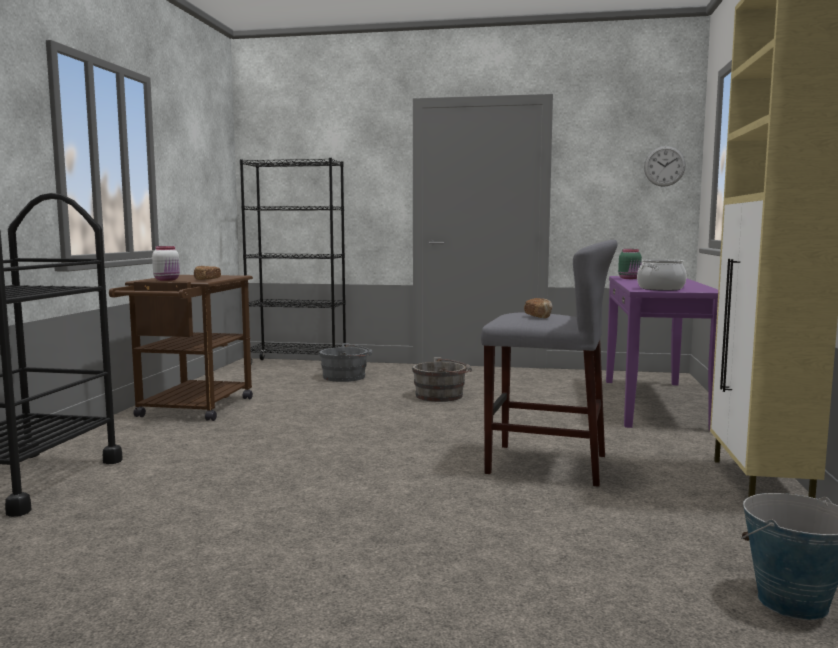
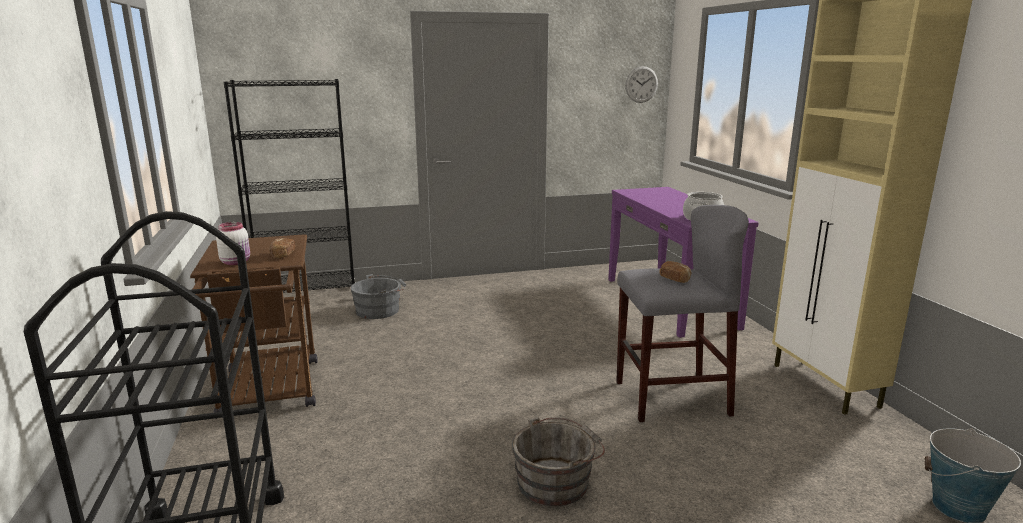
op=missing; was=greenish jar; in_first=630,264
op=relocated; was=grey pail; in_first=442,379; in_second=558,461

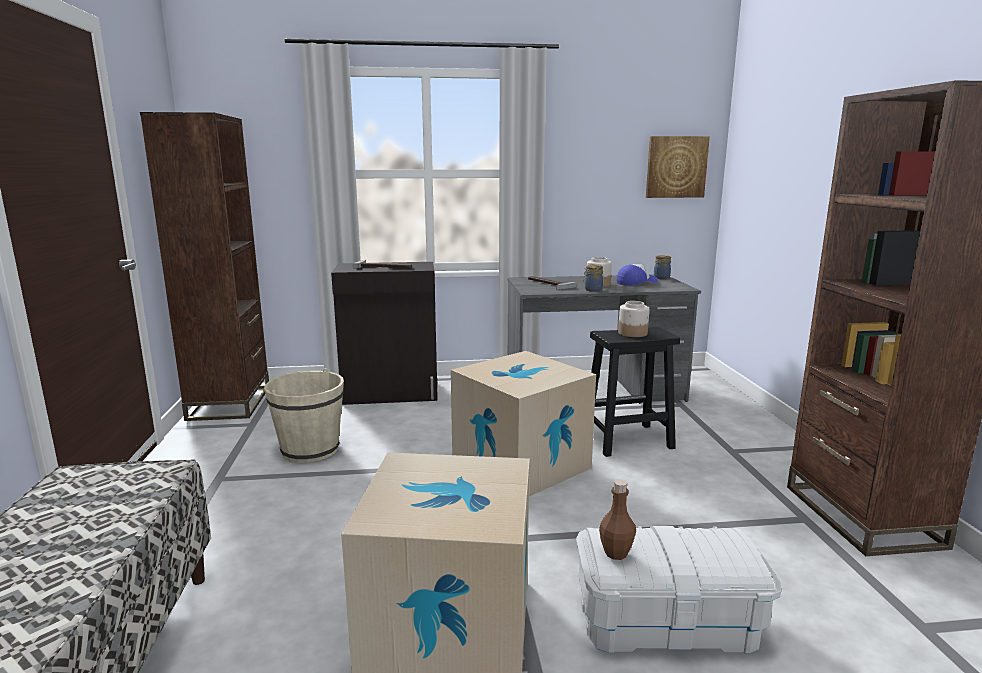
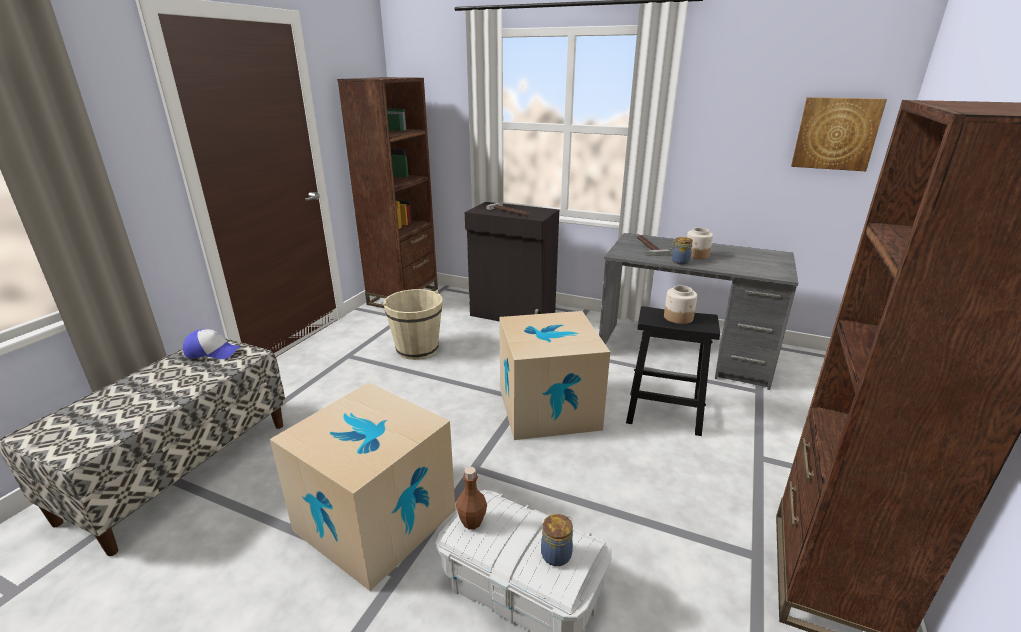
op=relocated; was=jar; in_first=662,267; in_second=557,540
op=relocated; was=baseball cap; in_first=637,274; in_second=212,344

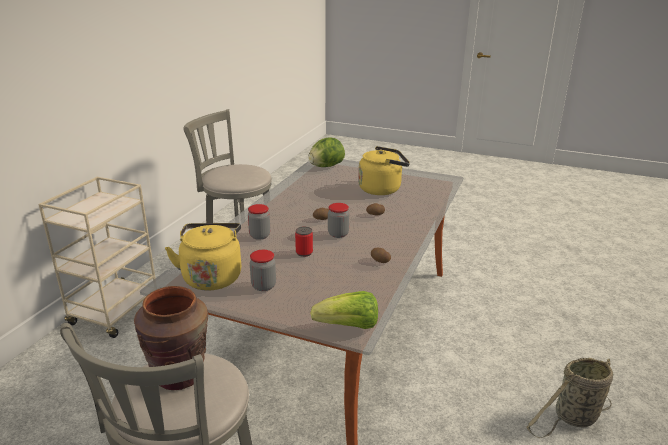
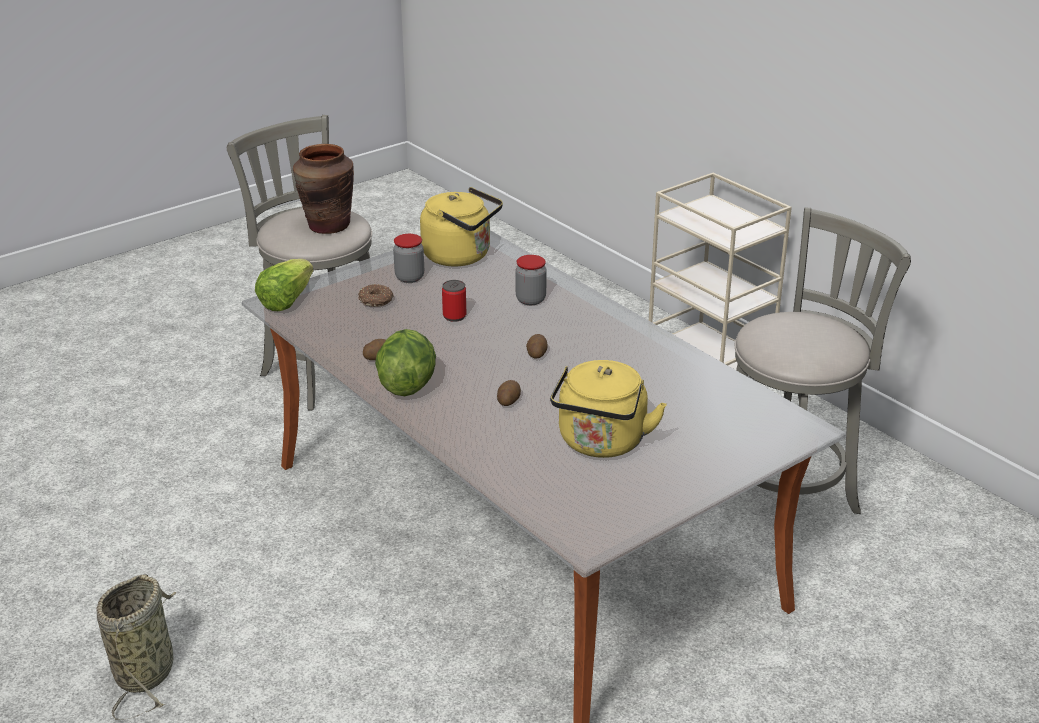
op=relocated; was=head of lettuce; in_first=326,152; in_second=405,362
op=missing; was=jar; in_first=338,220
op=appeared; now=ring doughnut; in_second=376,295

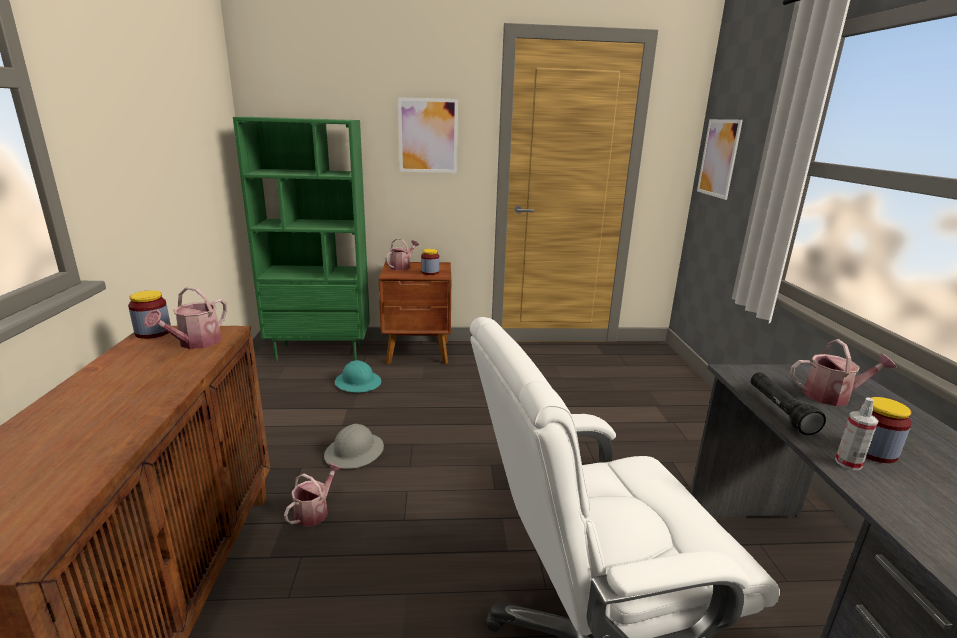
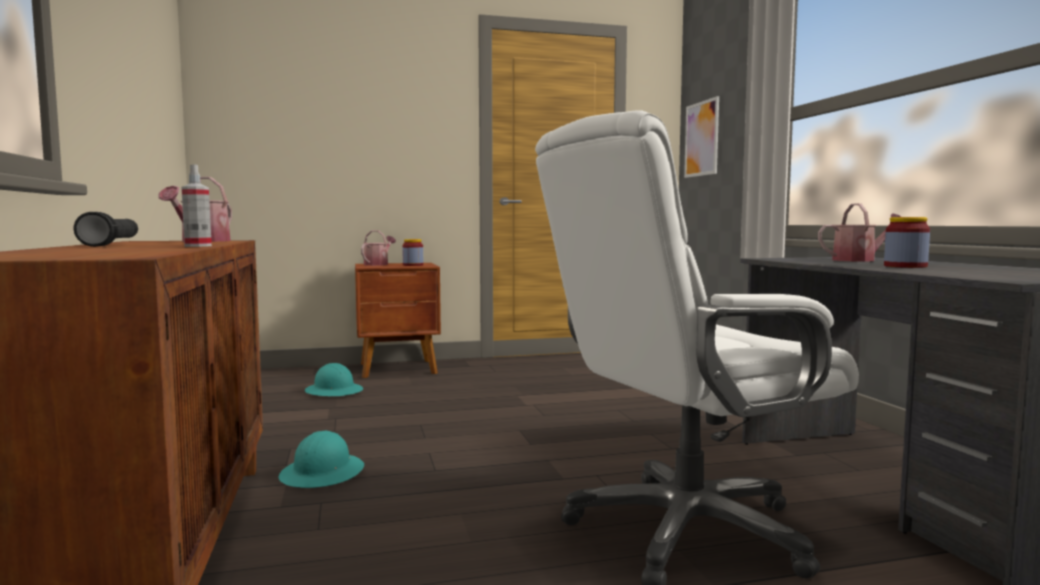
op=missing; was=picture; in_first=428,135
op=missing; was=greenish bookshelf; in_first=301,239
op=missing; was=jar; in_first=149,314
op=relocated; was=black-coloured flashlight; in_first=788,403; in_second=106,229
op=relocated; was=sprayer; in_first=857,433; in_second=196,206
op=missing; was=grey work helmet; in_first=354,446
op=exchanged; was=watering can; now=blue-green work helmet; in_first=312,495; in_second=321,459

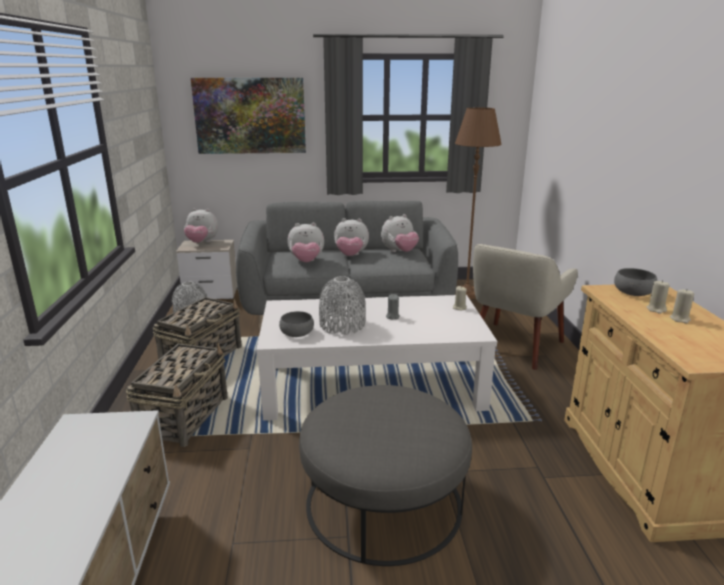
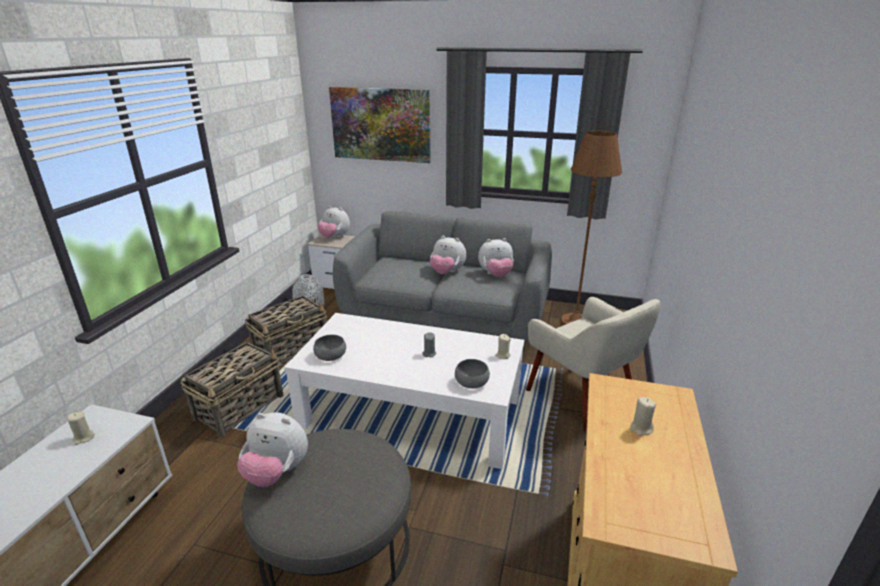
op=relocated; was=cuddly toy; in_first=305,243; in_second=272,449
op=spun; was=beige-coloured easy chair; in_first=525,307; in_second=593,364; clockwise=-90
op=relocated; was=grey bowl; in_first=635,282; in_second=472,373
op=missing; was=grey flower vase; in_first=342,305
op=relocated; was=beige-coloured wax light; in_first=682,306; in_second=81,428

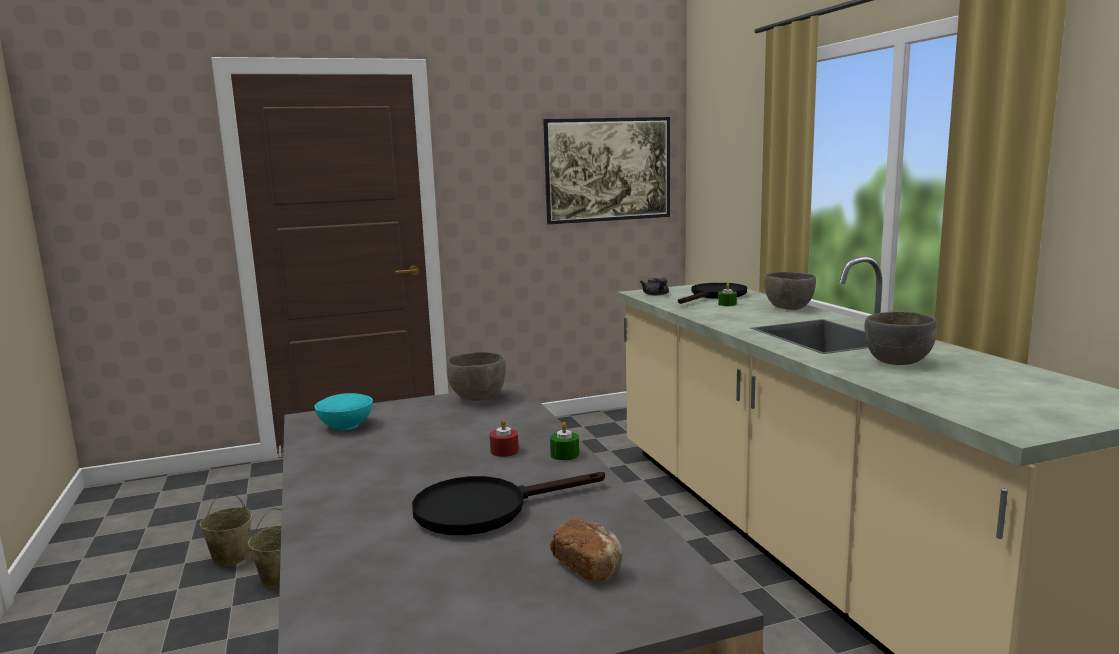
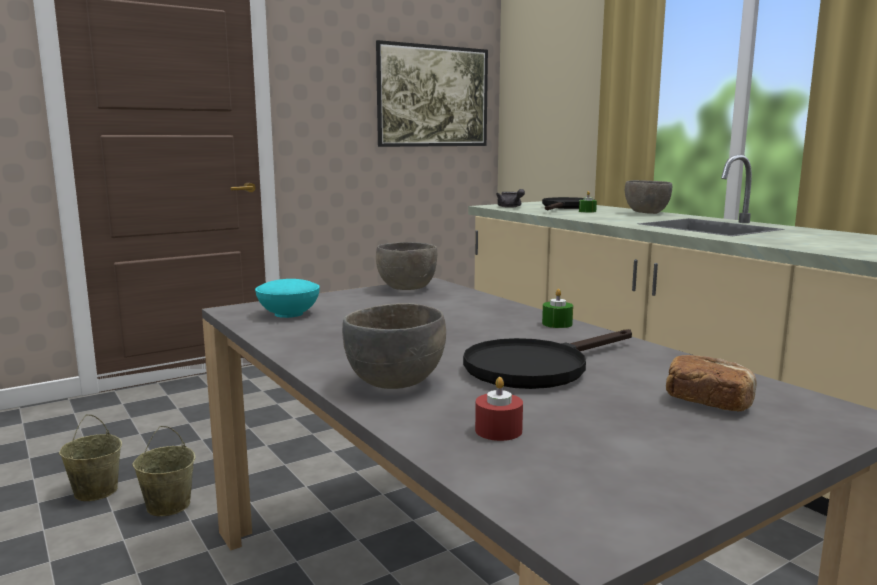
op=relocated; was=grey bowl; in_first=901,338; in_second=394,346
op=relocated; was=red wax light; in_first=504,438; in_second=499,409

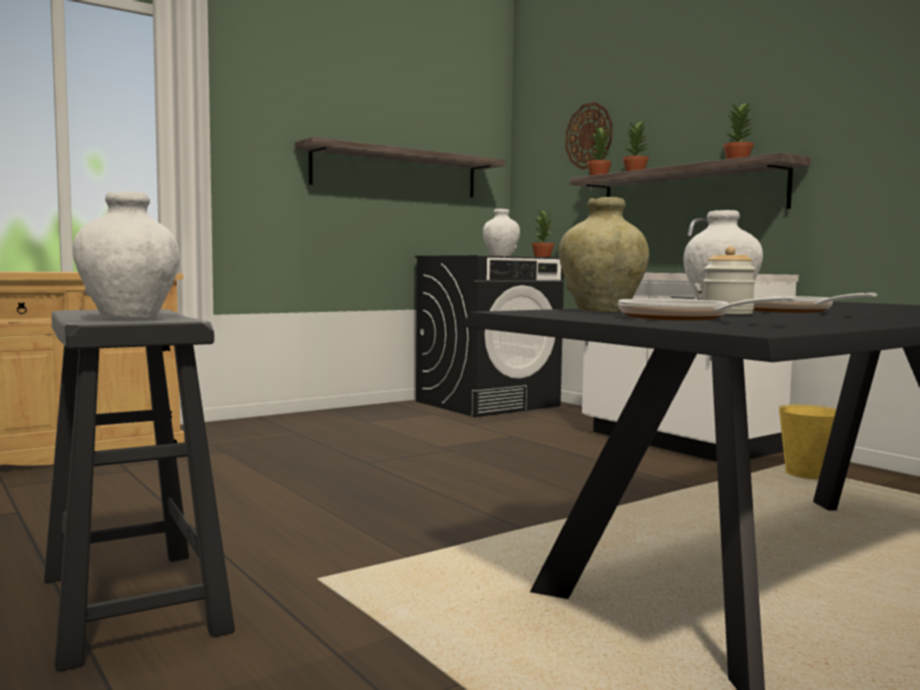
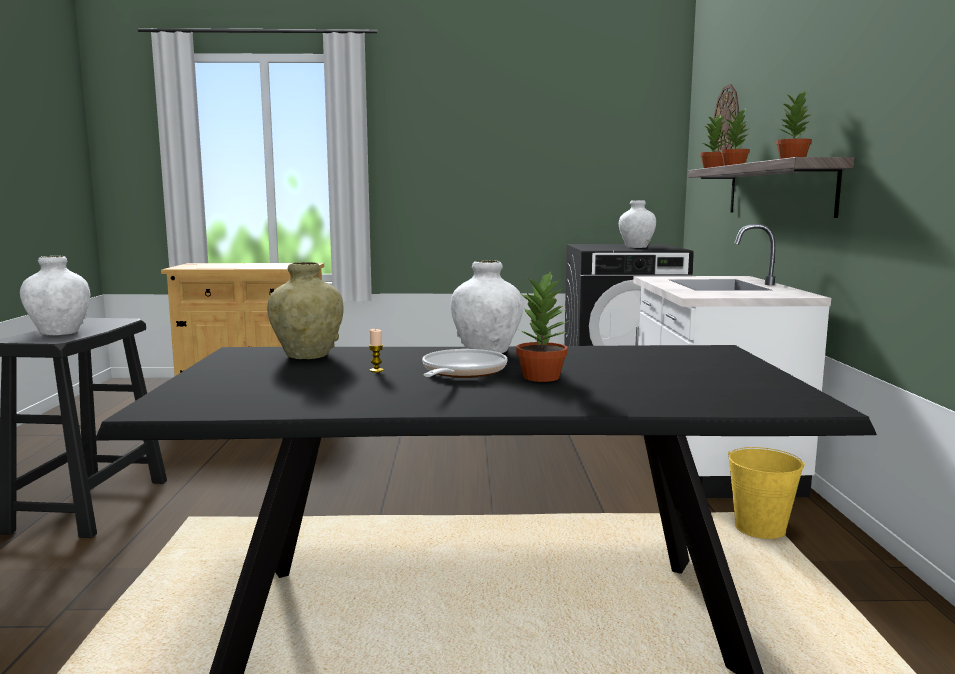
op=missing; was=bracket shelf; in_first=400,167
op=relocated; was=potted plant; in_first=543,234; in_second=542,326
op=exchanged; was=jar; now=wax light; in_first=729,280; in_second=376,350
op=missing; was=skillet; in_first=708,308

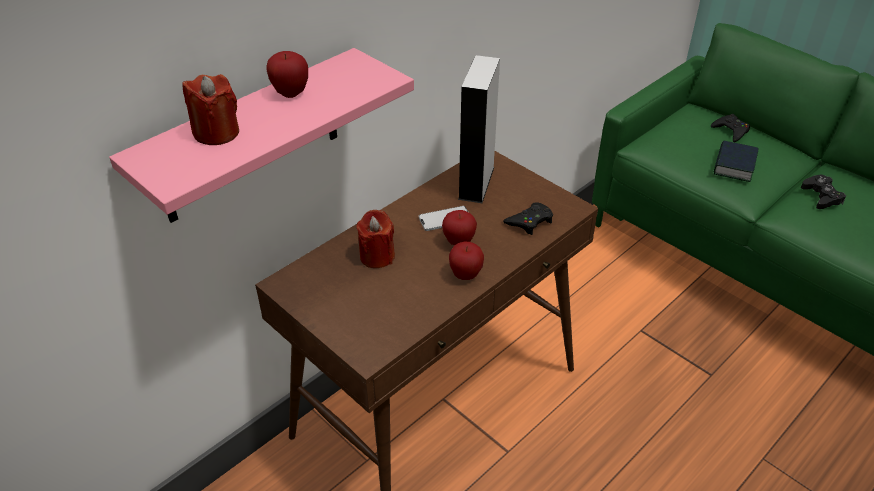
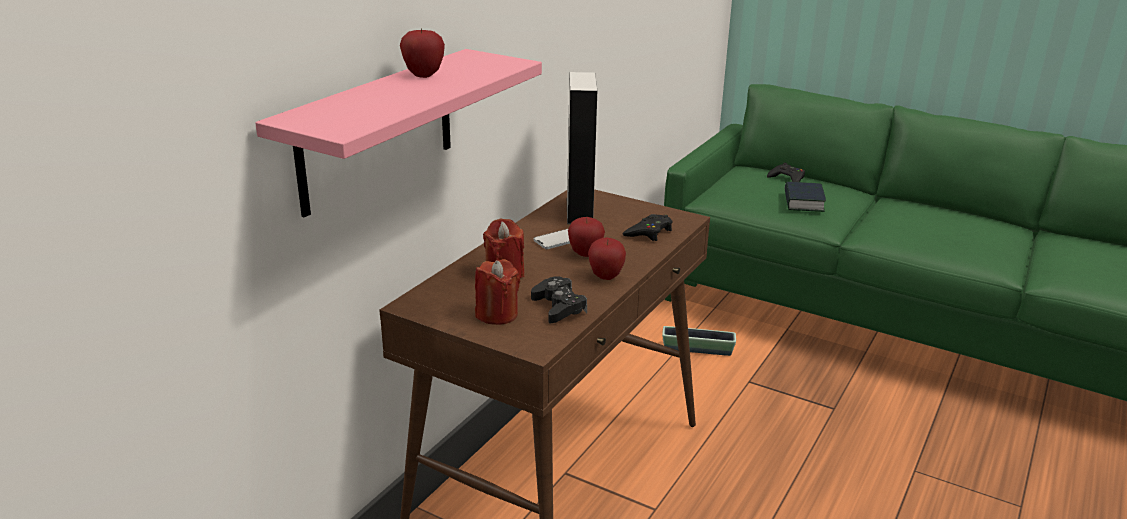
op=relocated; was=red wax light; in_first=210,109; in_second=497,292
op=relocated; was=black-coloured joypad; in_first=823,192; in_second=559,299
op=appeared; now=flower pot; in_second=699,341

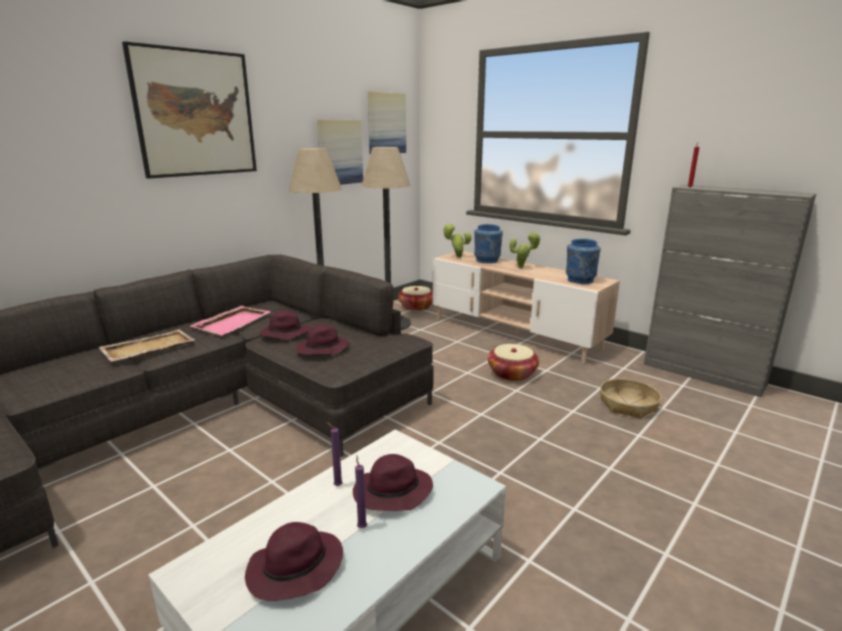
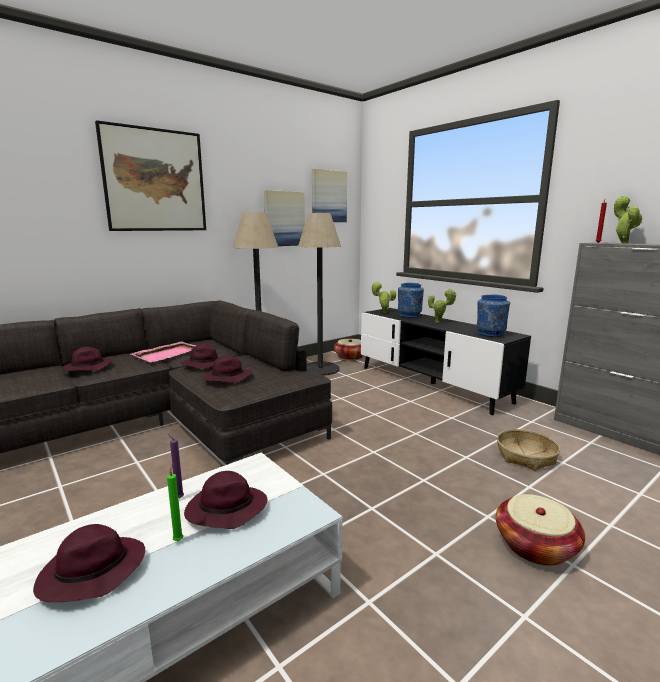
op=colour; was=beige-coloured tv unit; now=black-coloured tv unit; in_first=526,307; in_second=446,361
op=exchanged; was=beige-coloured tray; now=purple clothing hat; in_first=147,345; in_second=87,359
op=relocated; was=storage basket; in_first=513,362; in_second=540,530
op=colour; was=purple wax light; now=greenish wax light; in_first=361,491; in_second=175,502
op=appeared; now=potted plant; in_second=628,219

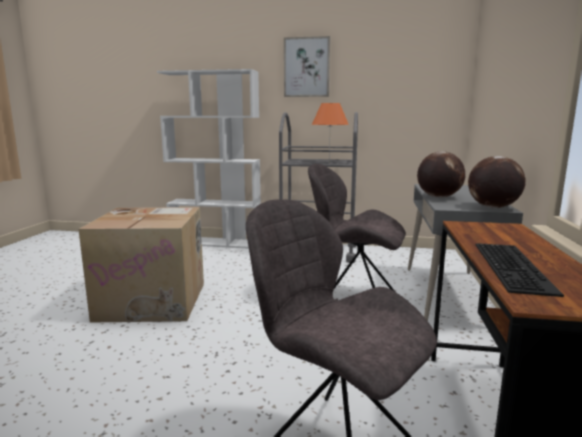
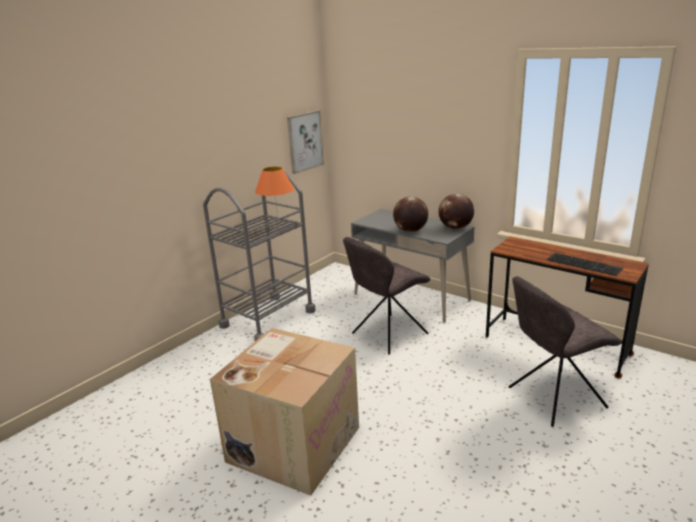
op=relocated; was=picture; in_first=307,66; in_second=305,142
op=missing; was=white bookshelf; in_first=209,158

